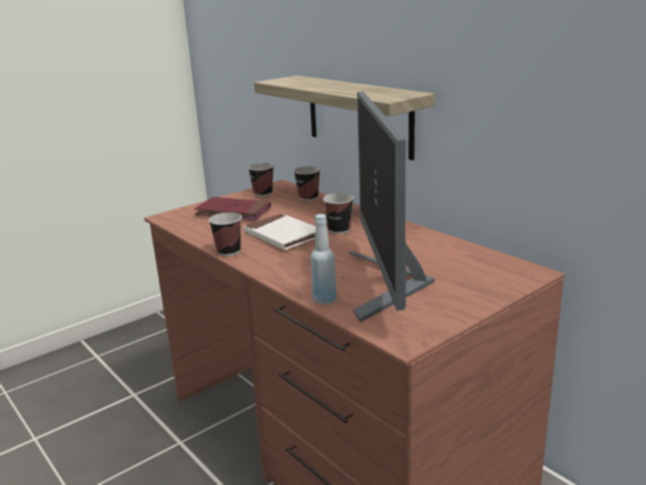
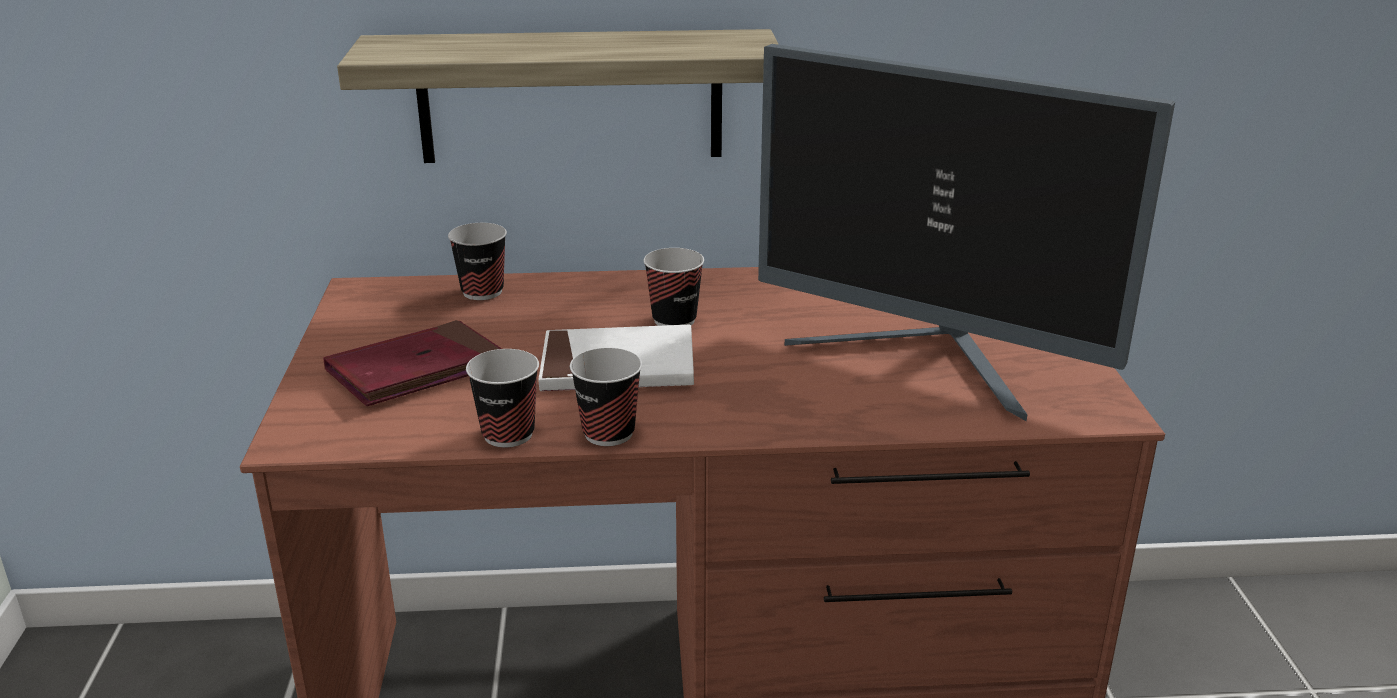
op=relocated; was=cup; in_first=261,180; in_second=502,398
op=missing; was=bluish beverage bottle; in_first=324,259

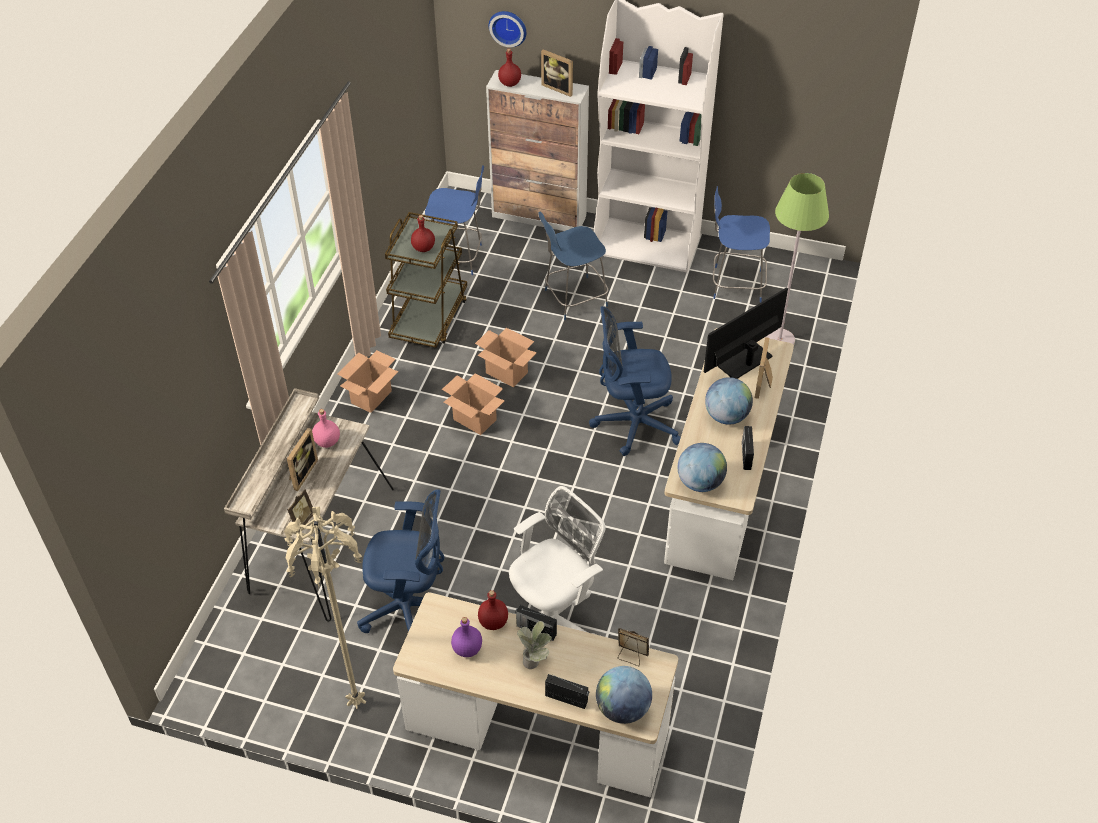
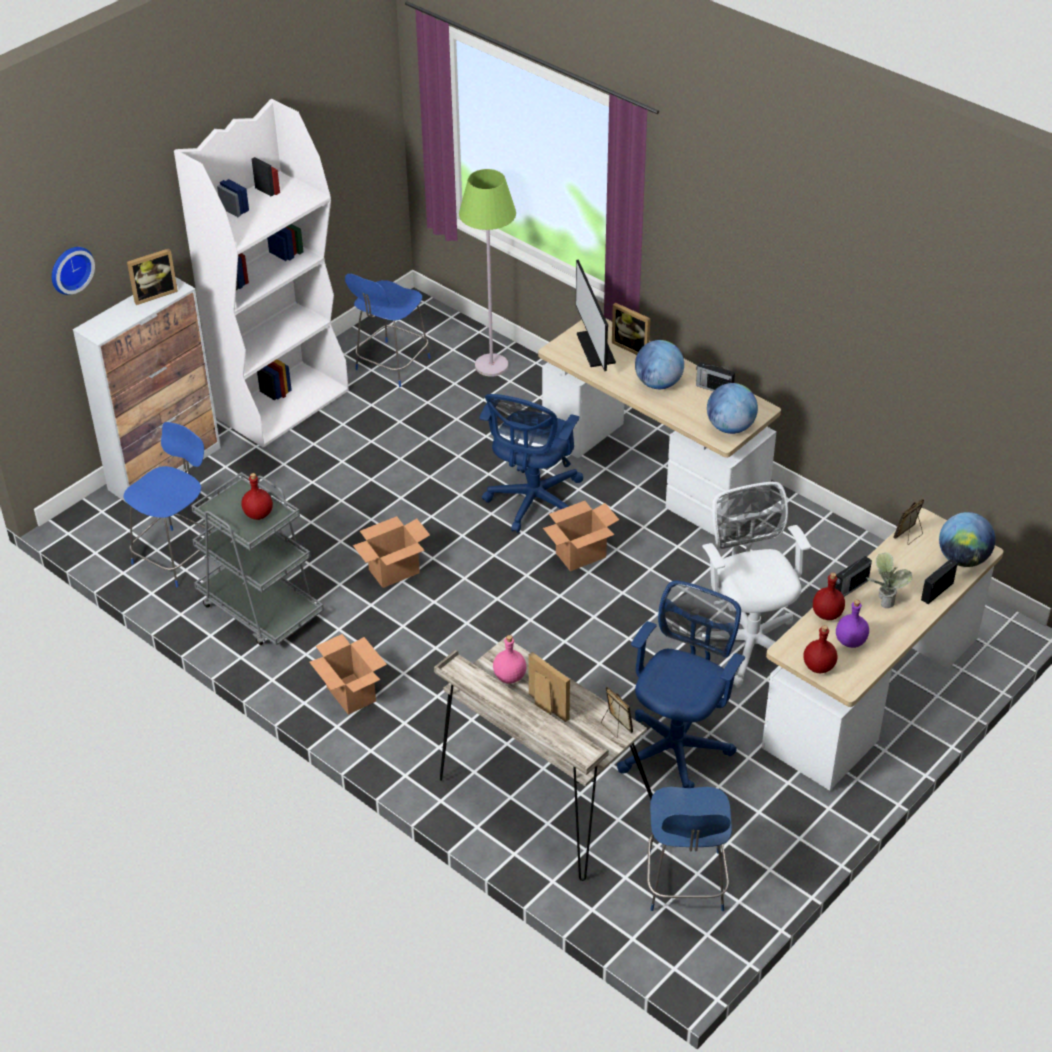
op=relocated; was=red beverage bottle; in_first=509,68; in_second=820,649
op=colour; was=brownish cart; now=grey cart; in_first=426,280; in_second=257,559
op=relocated; was=bluish plain chair; in_first=573,266; in_second=689,849
op=relocated; was=packing box; in_first=473,404; in_second=581,536
op=missing; was=beige-coloured standing lamp; in_first=325,608

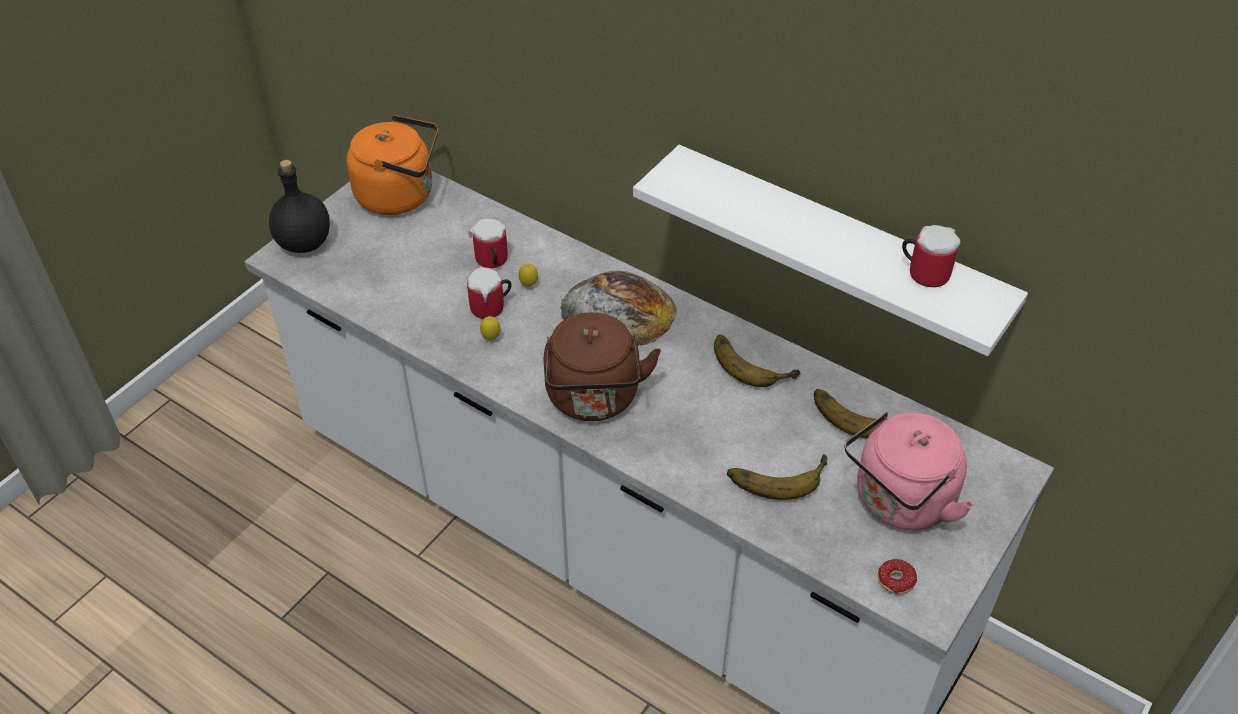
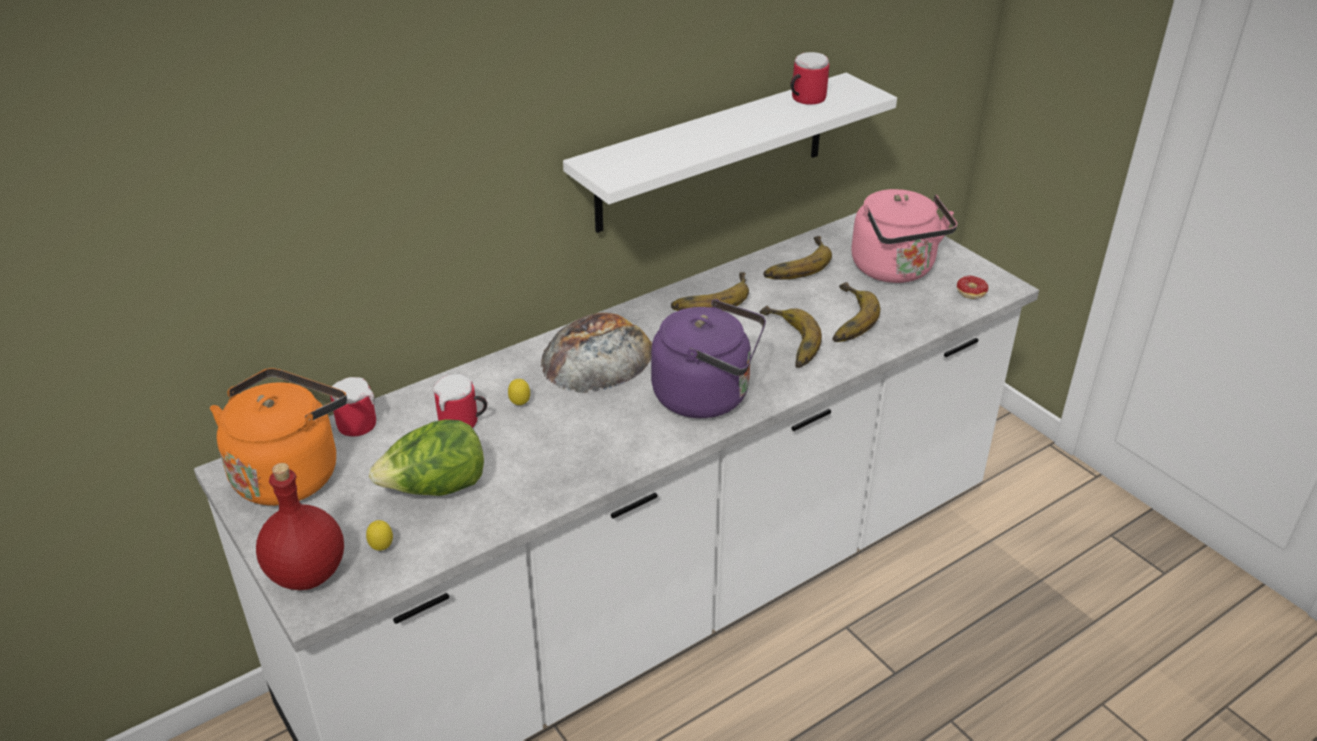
op=colour; was=black-coloured beverage bottle; now=red beverage bottle; in_first=299,206; in_second=300,526
op=relocated; was=coffee mug; in_first=489,293; in_second=353,406
op=colour; was=brownish water kettle; now=purple water kettle; in_first=602,366; in_second=708,358
op=relocated; was=citrus fruit; in_first=490,328; in_second=379,535
op=appeared; now=whole banana; in_second=790,337
op=appeared; now=head of lettuce; in_second=426,457

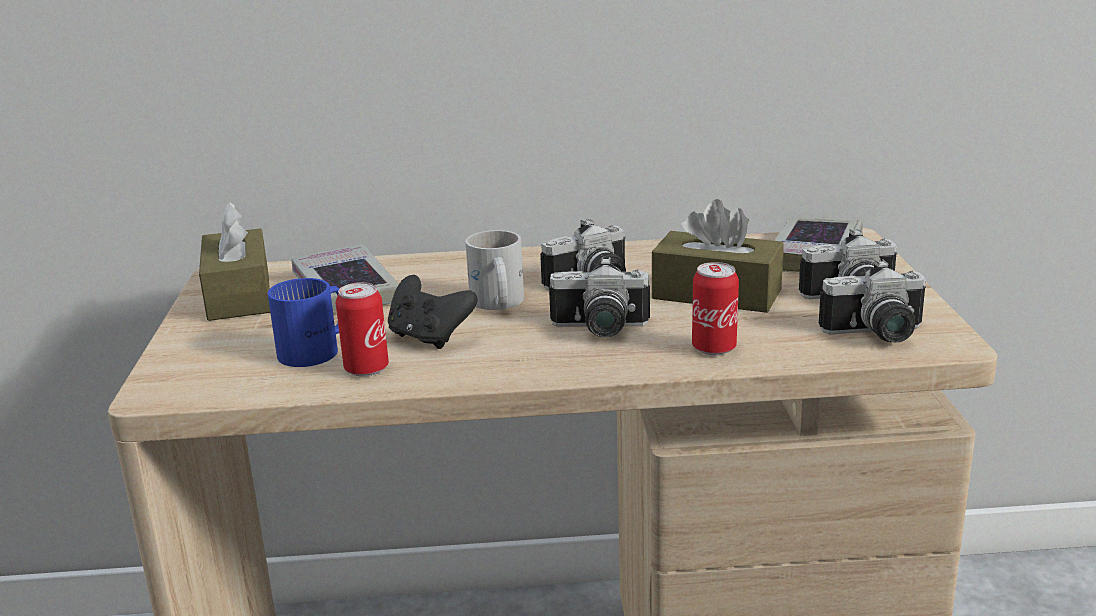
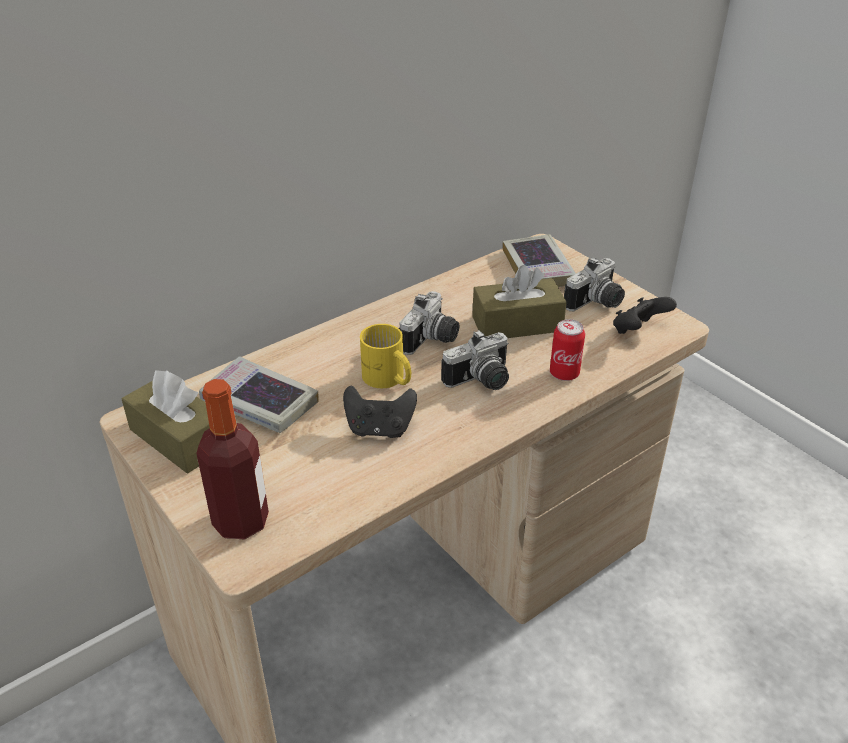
op=colour; was=white coffee mug; now=yellow coffee mug; in_first=494,270; in_second=385,356
op=exchanged; was=photo camera; now=black-coloured joypad; in_first=872,301; in_second=645,315
op=missing; was=bluish coffee mug; in_first=304,322
op=missing; was=can; in_first=362,329
op=appeared; now=beverage bottle; in_second=232,459

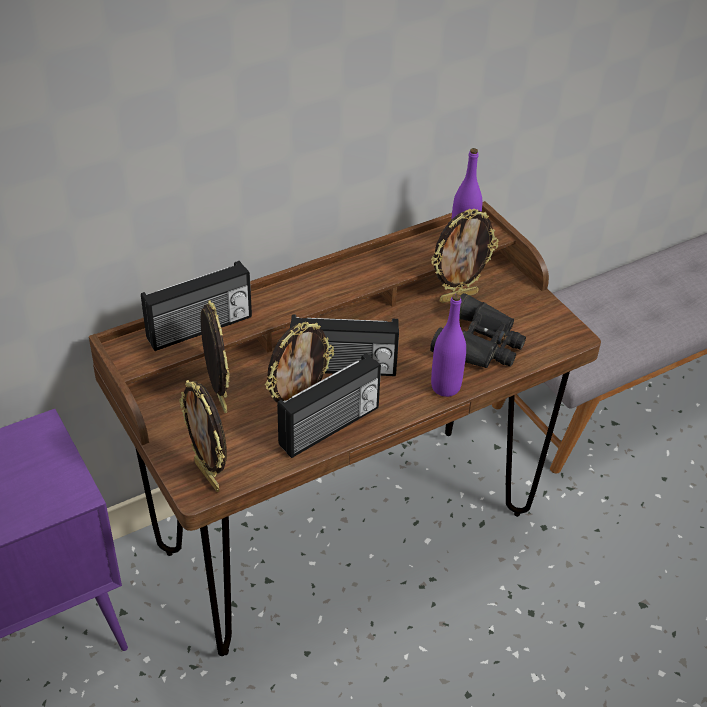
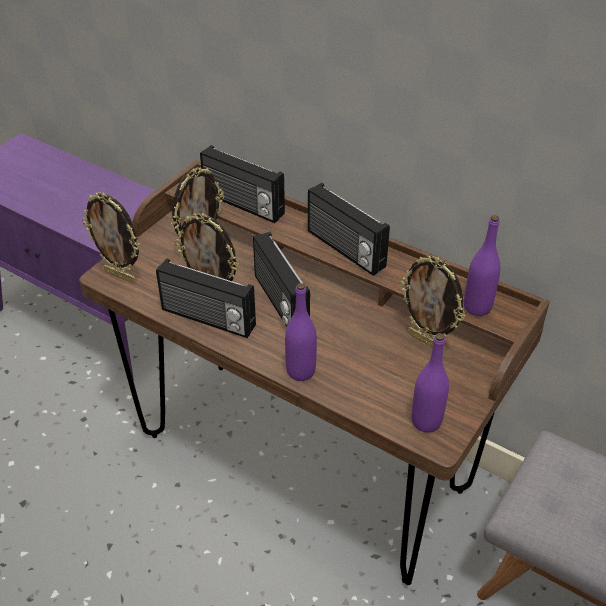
op=missing; was=black-coloured binoculars; in_first=478,330
op=spun; was=picture frame; in_first=203,436; in_second=111,237; clockwise=-90
op=appeared; now=radio set; in_second=349,229
op=appeared; now=purple beverage bottle; in_second=430,383

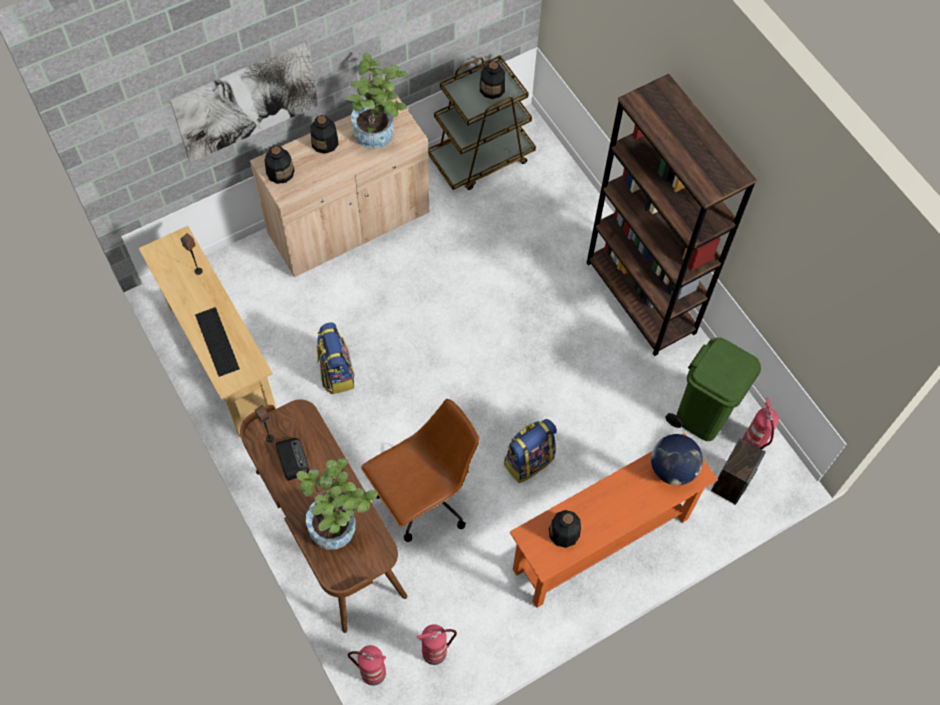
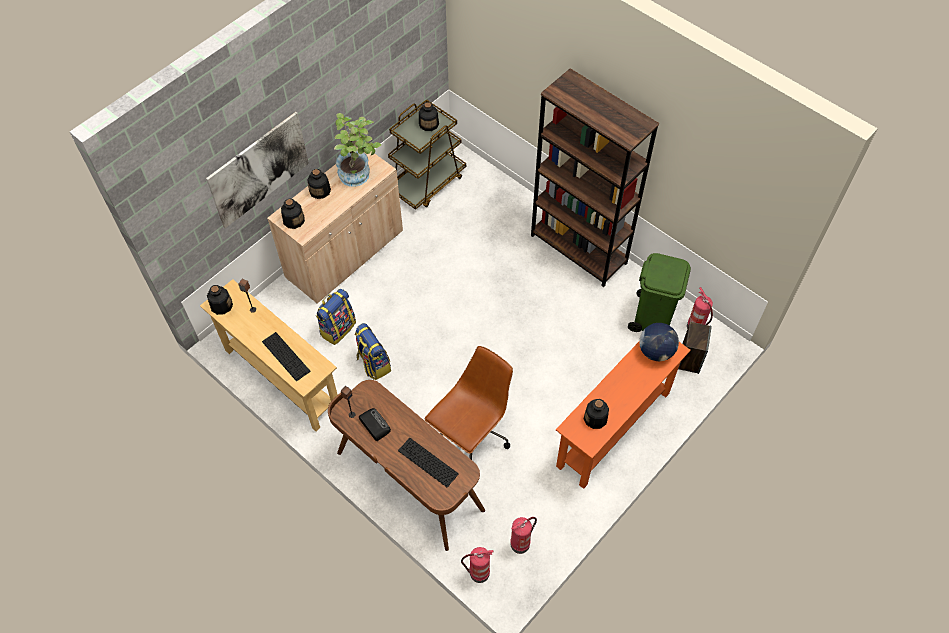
op=relocated; was=knapsack; in_first=530,451; in_second=336,317
op=exchanged; was=potted plant; now=keyboard; in_first=337,504; in_second=428,462
op=appeared; now=beverage bottle; in_second=220,300

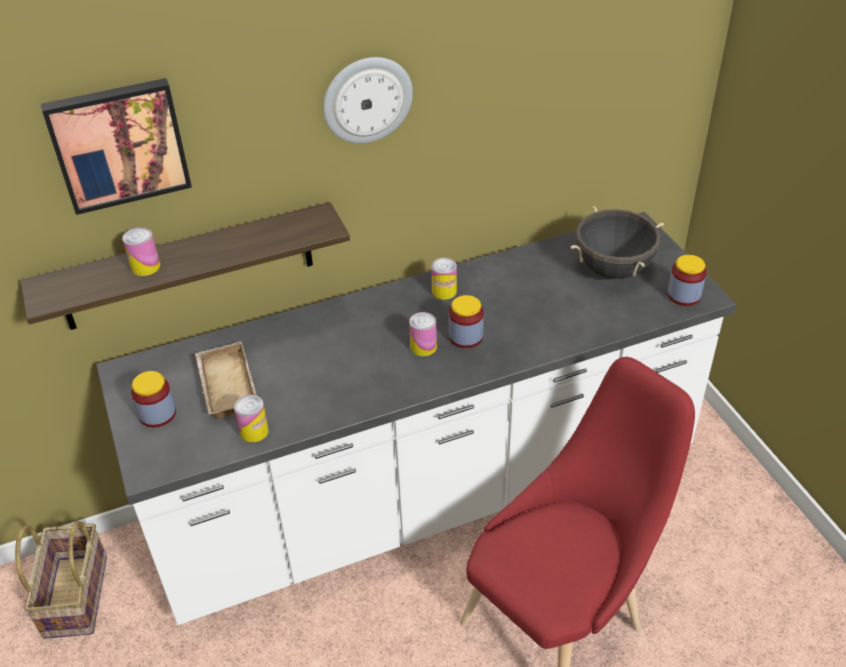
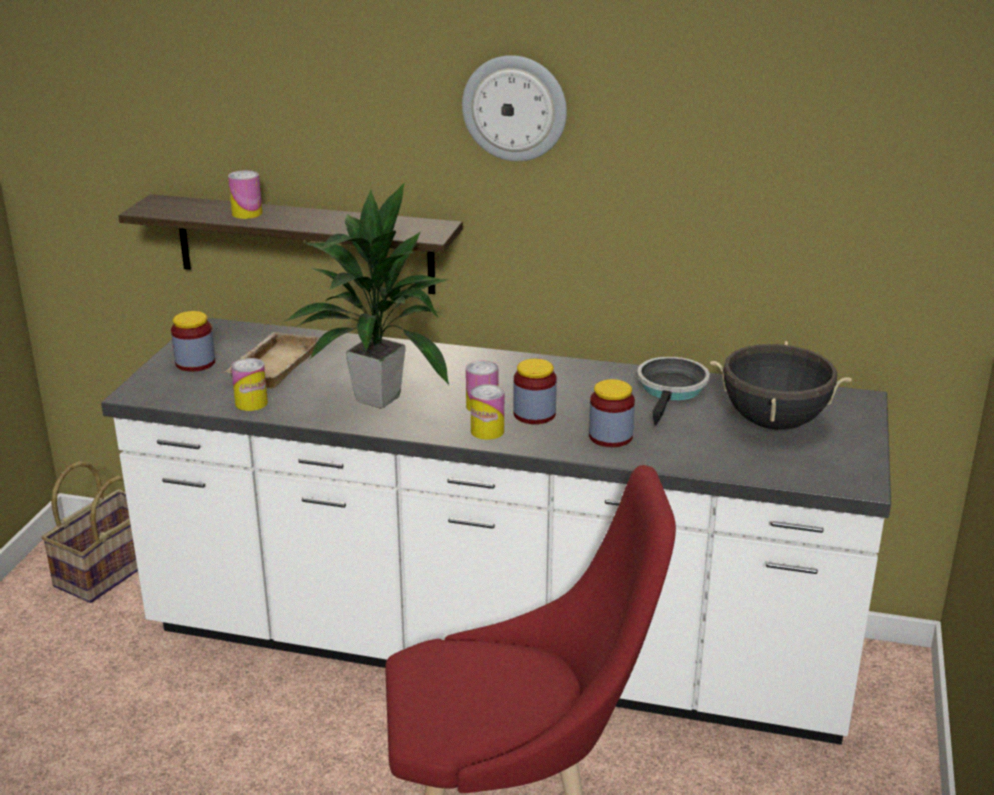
op=missing; was=picture; in_first=116,146
op=relocated; was=jar; in_first=687,280; in_second=612,413
op=relocated; was=can; in_first=444,279; in_second=487,412
op=appeared; now=potted plant; in_second=366,295
op=appeared; now=skillet; in_second=673,391

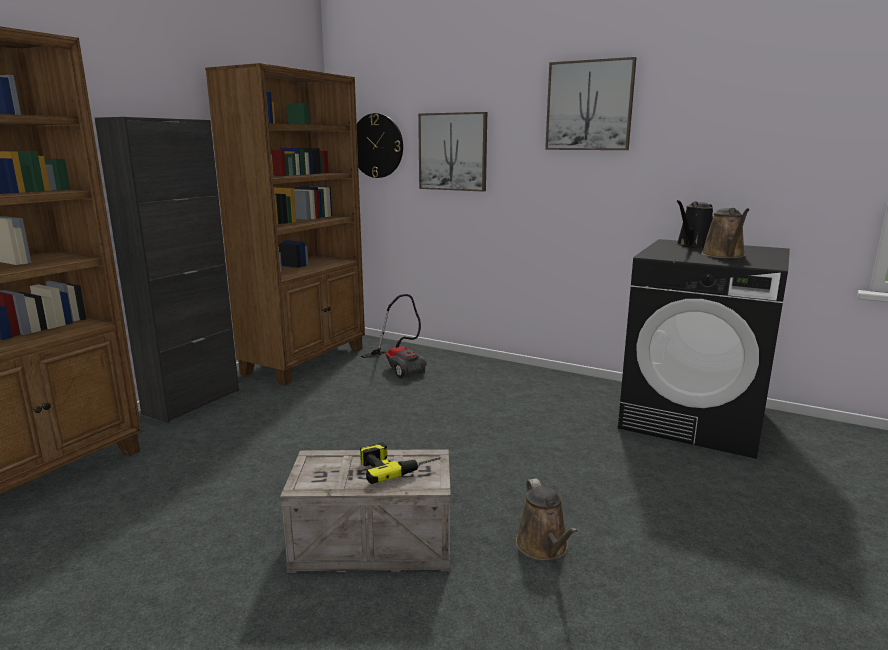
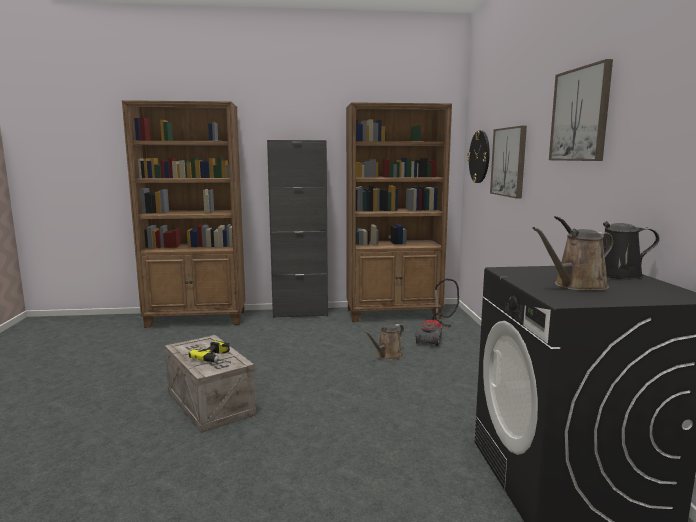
op=relocated; was=brownish watering can; in_first=547,519; in_second=384,342

